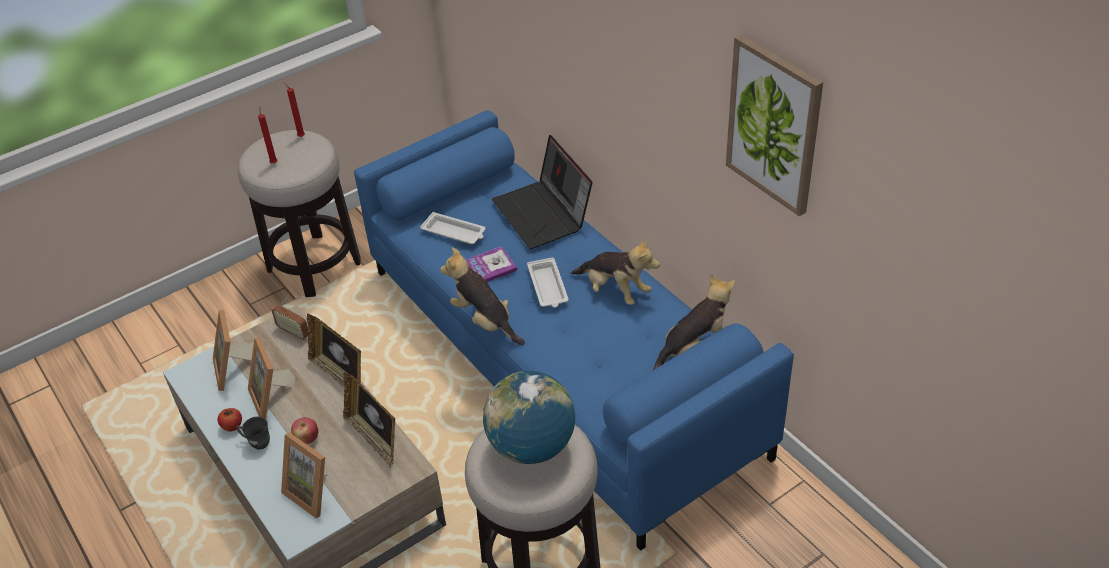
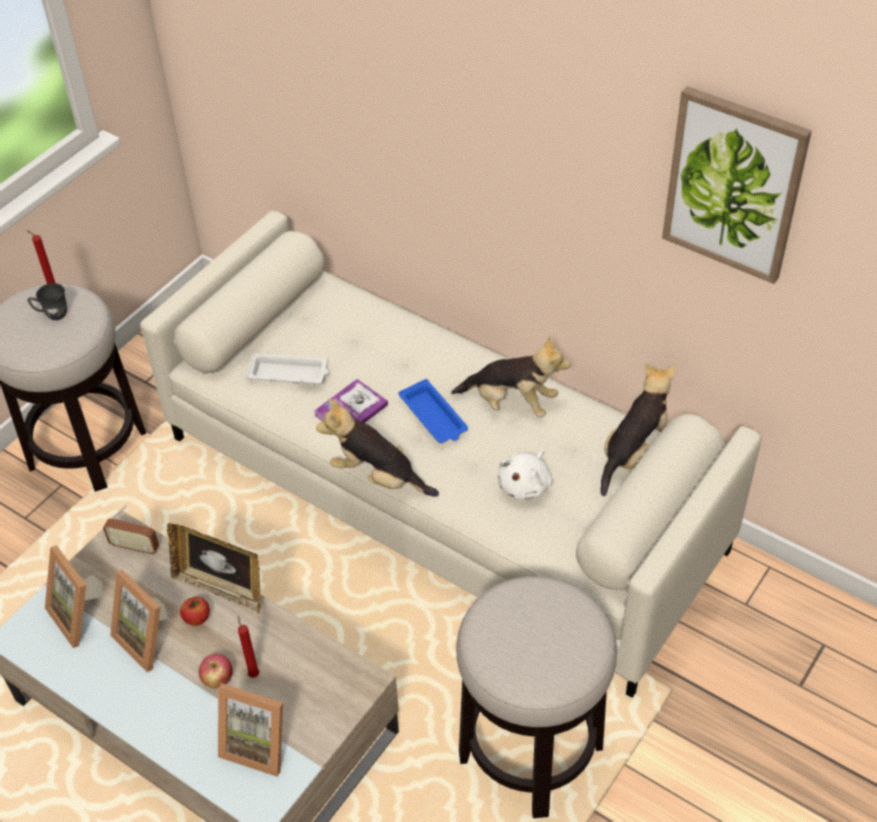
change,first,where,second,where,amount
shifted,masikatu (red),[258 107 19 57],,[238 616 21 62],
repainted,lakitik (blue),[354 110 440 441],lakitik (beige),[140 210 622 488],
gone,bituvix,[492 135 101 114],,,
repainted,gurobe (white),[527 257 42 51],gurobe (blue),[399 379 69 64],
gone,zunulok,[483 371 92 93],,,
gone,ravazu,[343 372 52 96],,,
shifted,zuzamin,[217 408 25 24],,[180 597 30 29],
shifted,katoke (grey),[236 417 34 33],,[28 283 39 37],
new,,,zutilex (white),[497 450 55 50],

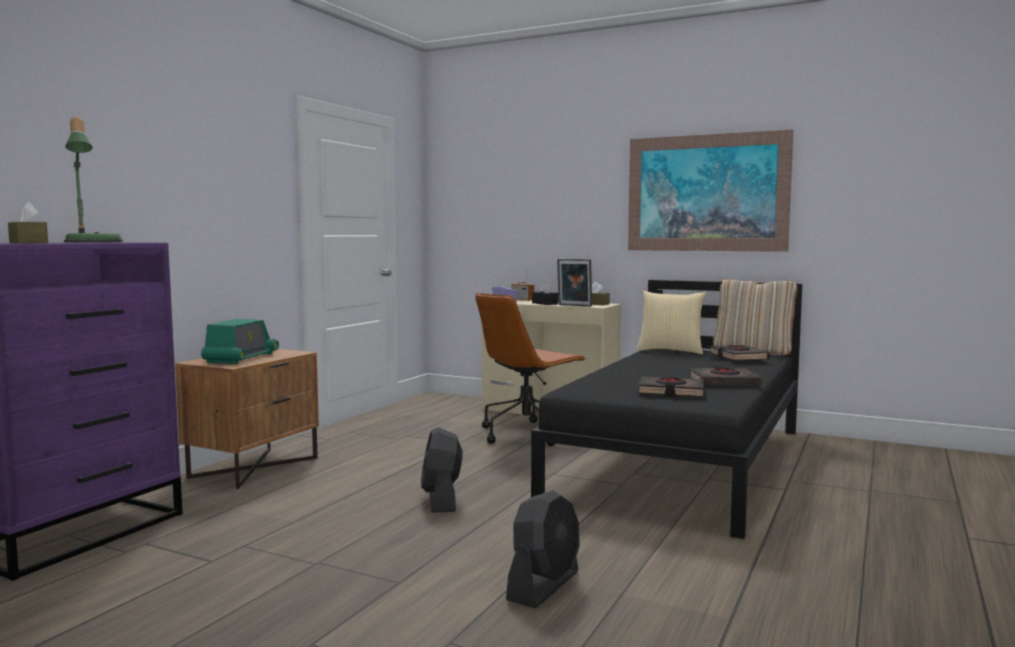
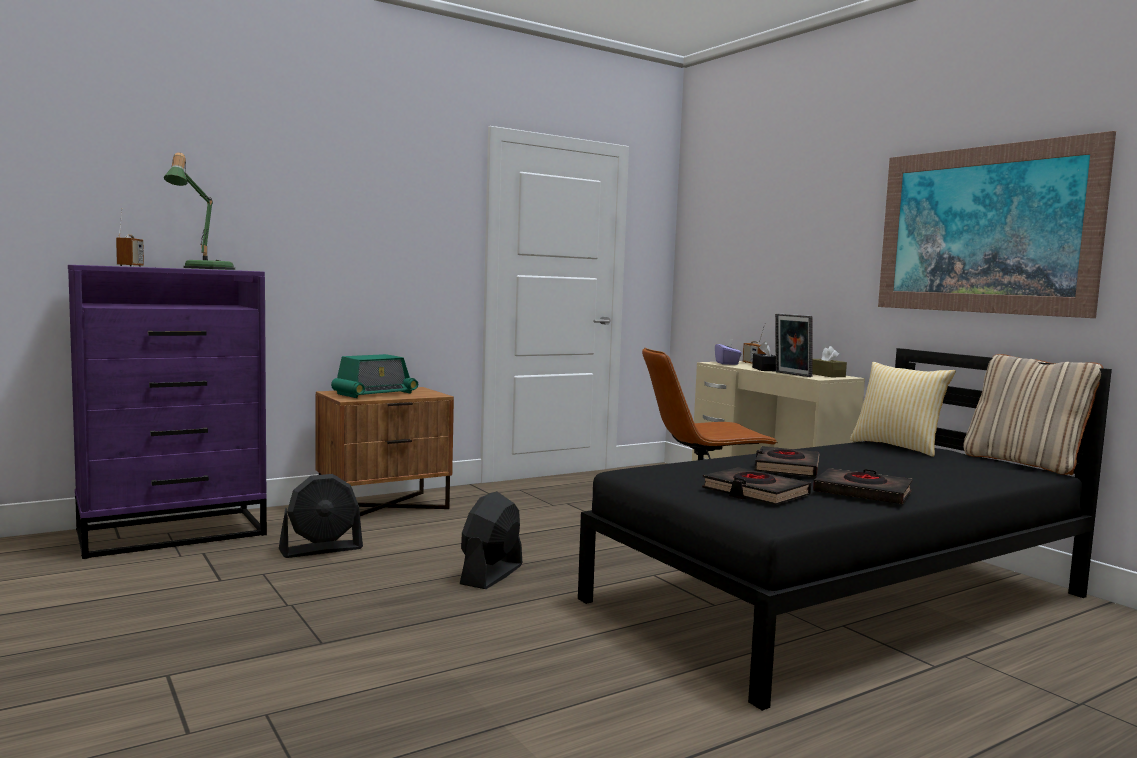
change,first,where,second,where,amount
swapped,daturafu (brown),[8 202 40 41],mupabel,[116 208 28 59],
shifted,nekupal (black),[709 345 61 15],,[754 446 65 31],
shifted,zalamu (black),[506 490 74 118],,[279 474 84 84],

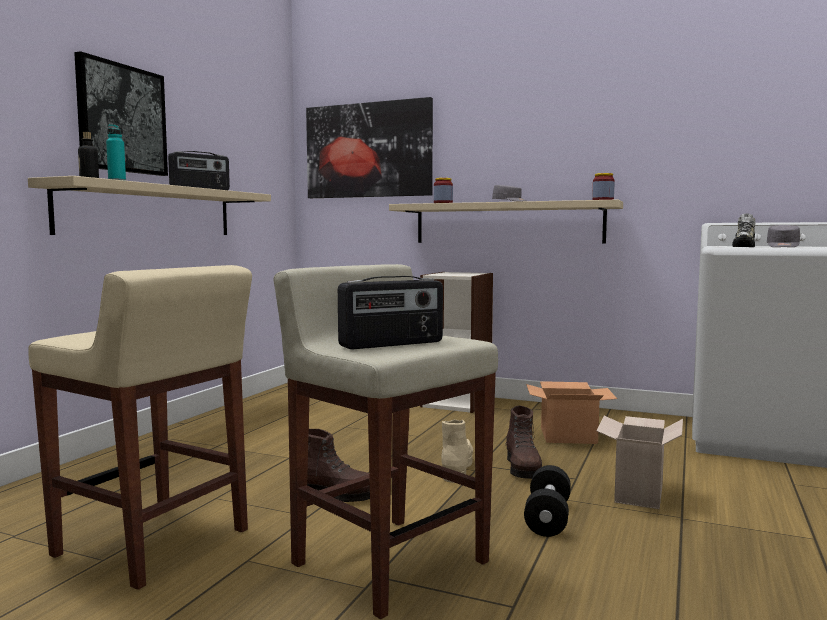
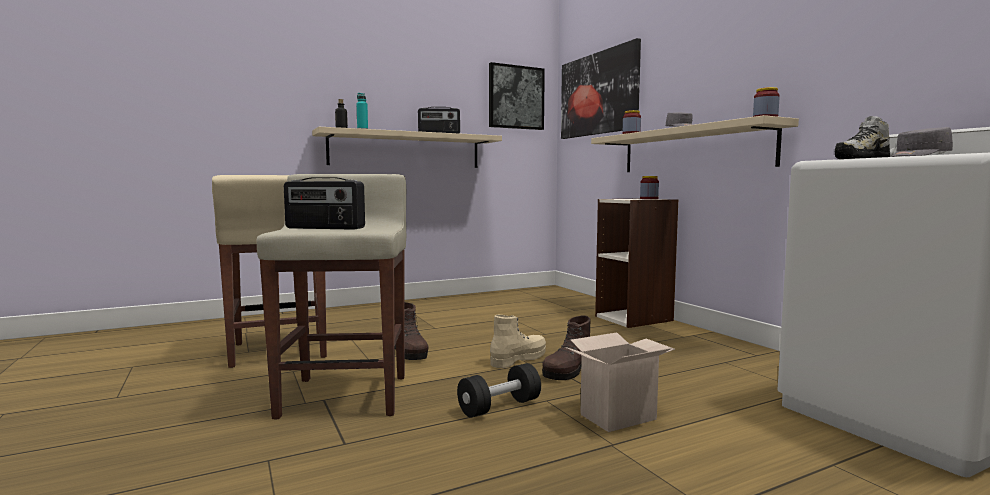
change,first,where,second,where,amount
shifted,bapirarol,[74 51 94 125],,[489 62 56 68],
gone,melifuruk,[526 381 91 63],,,
new,,,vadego,[640 176 19 23],

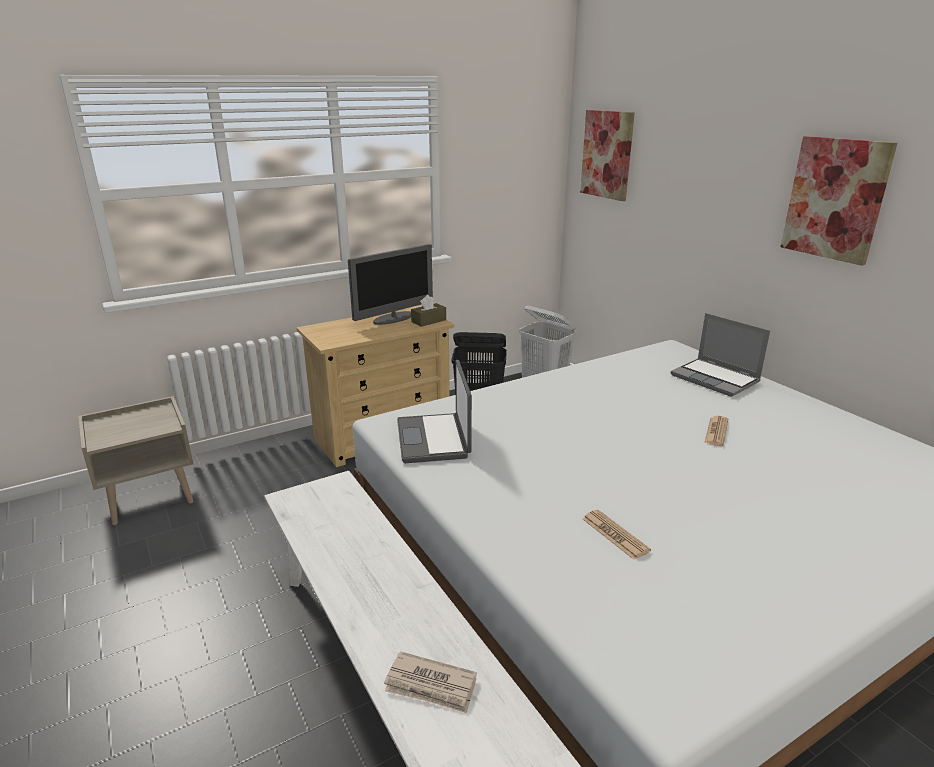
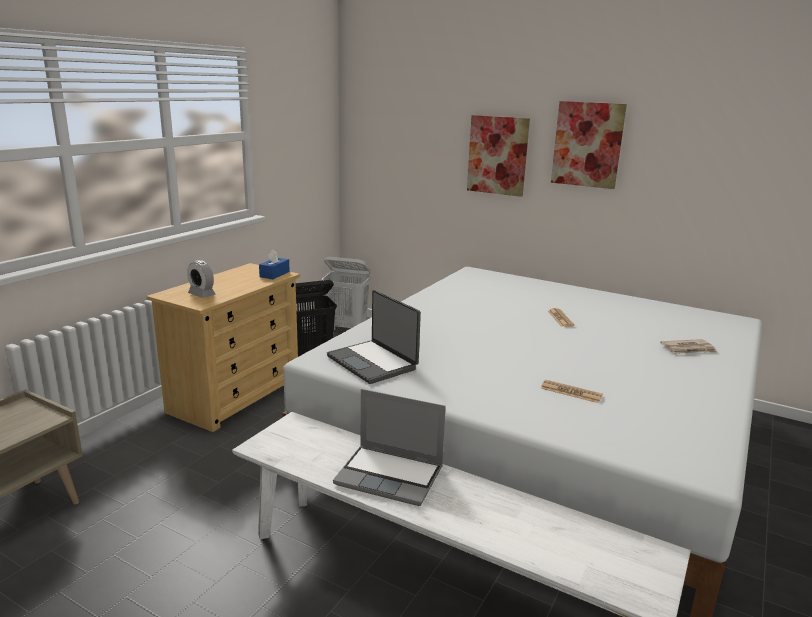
change,first,where,second,where,amount
shifted,bapirarol,[580 110 55 91],,[467 115 63 82],
gone,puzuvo,[348 244 85 81],,,
repainted,daturafu (brown),[411 295 35 32],daturafu (blue),[259 249 31 30],
shifted,bituvix,[671 313 99 84],,[333 389 113 117],
shifted,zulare,[384 651 93 62],,[660 339 57 15],
new,,,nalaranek,[187 260 29 38],

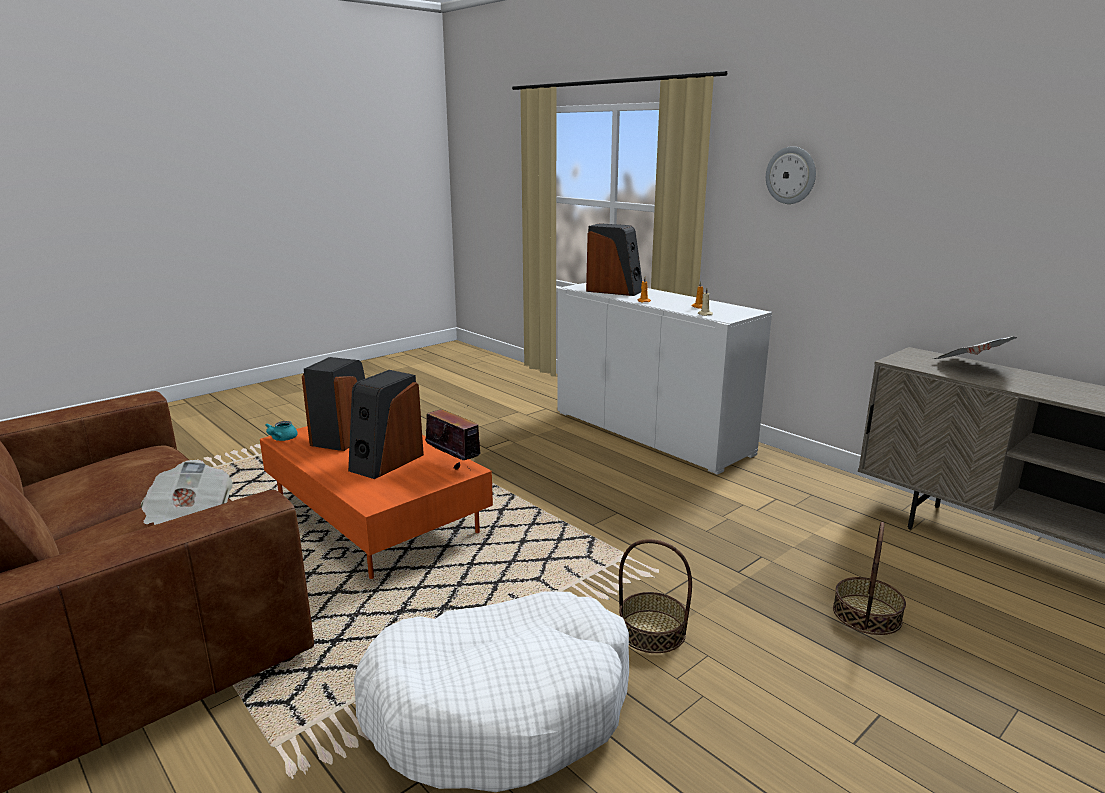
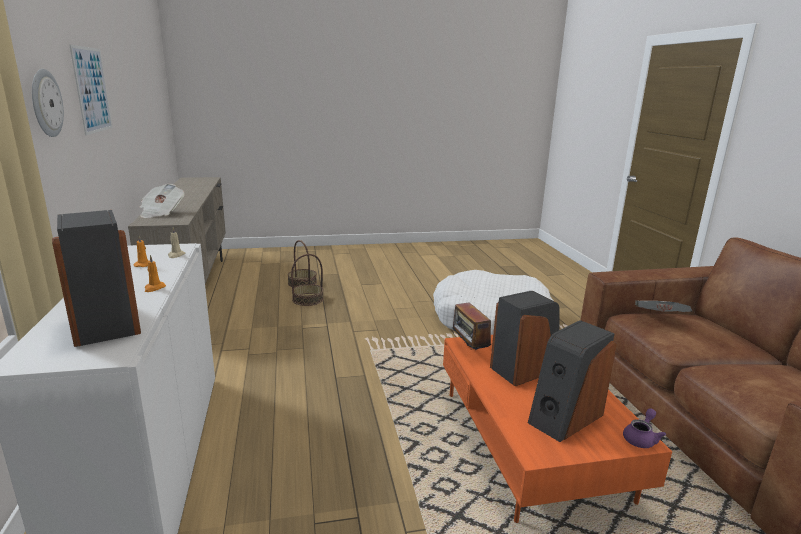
change,first,where,second,where,amount
repainted,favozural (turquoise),[265 421 33 20],favozural (purple),[623 408 43 40],
shifted,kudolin,[619 539 73 114],,[288 240 29 47],
new,,,bapirarol,[69 44 44 91],

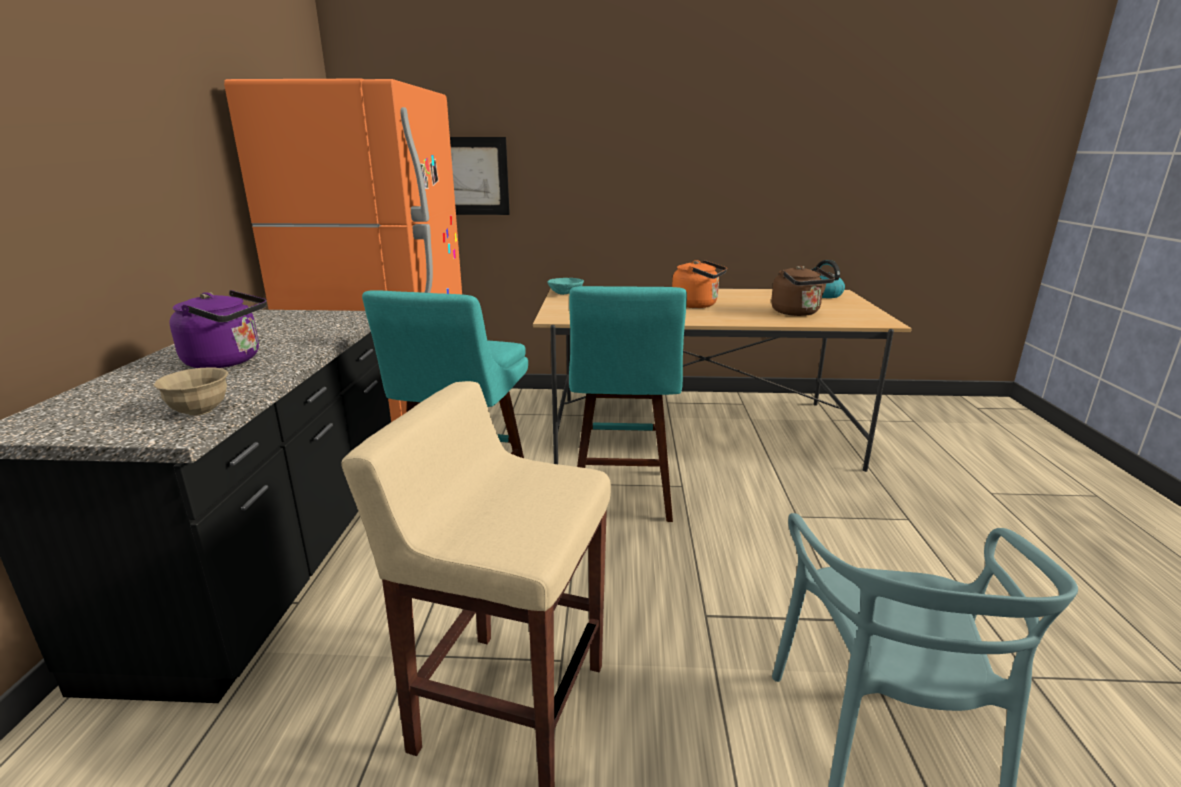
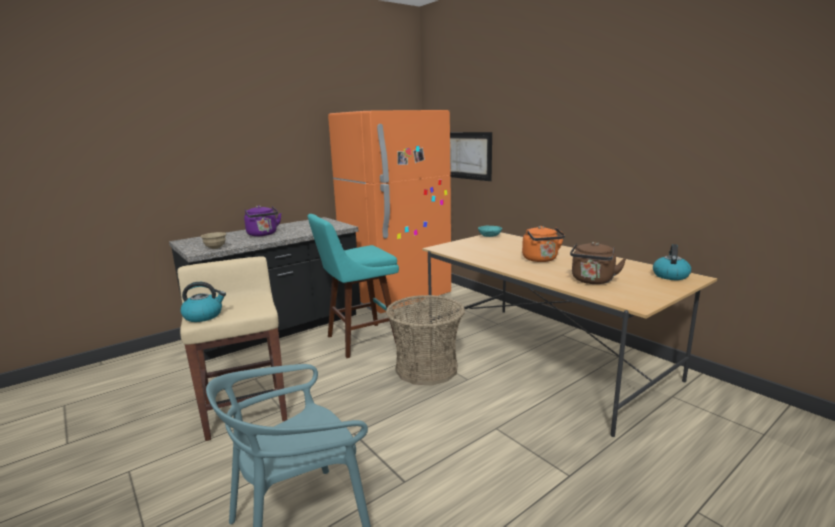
change,first,where,second,where,amount
swapped,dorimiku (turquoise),[569 286 118 236],kudolin,[386 295 79 90],
new,,,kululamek,[180 282 46 40],

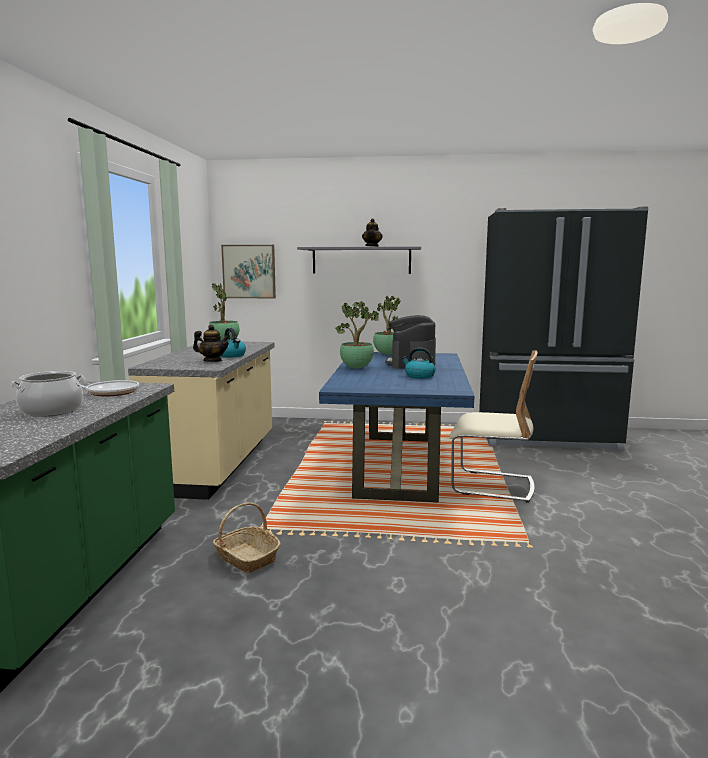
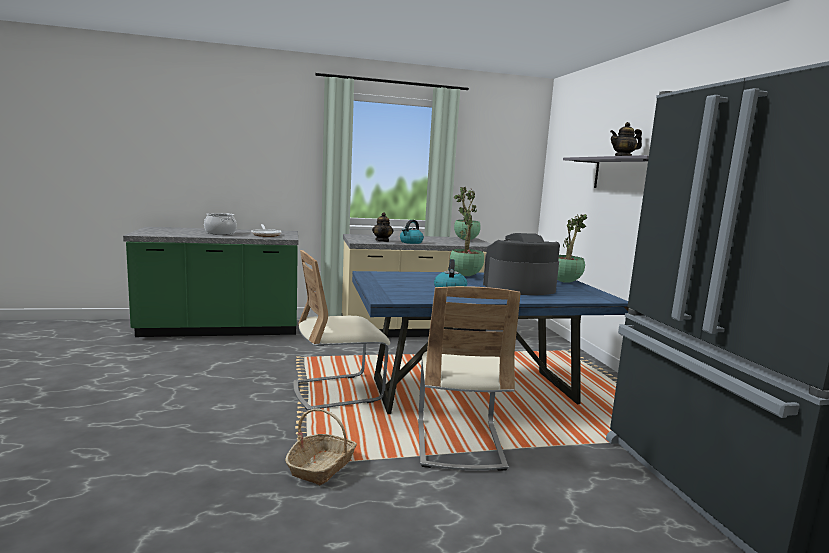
change,first,where,second,where,amount
gone,bapirarol,[221 245 55 53],,,
shifted,kudolin,[213 502 68 71],,[285 408 72 77],
new,,,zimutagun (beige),[293 250 97 160],

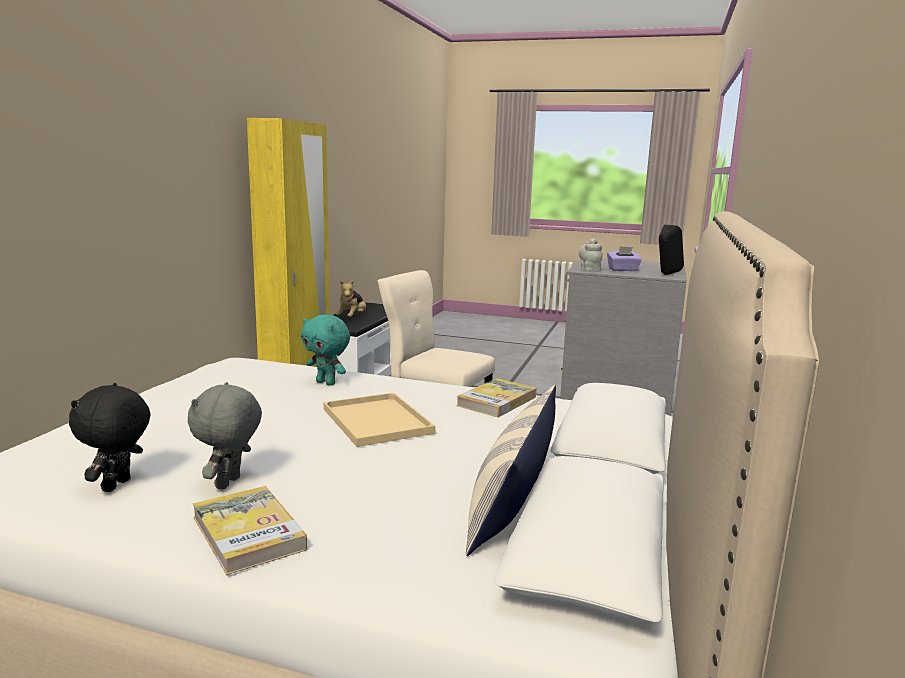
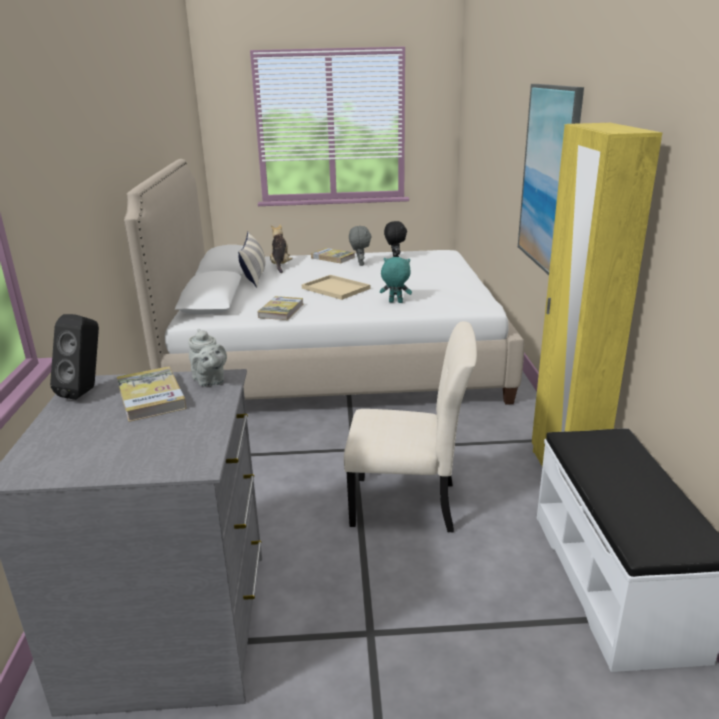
change,first,where,second,where,amount
swapped,daturafu (purple),[607 246 35 25],nekupal,[117 366 70 56],
shifted,zutilex,[336 279 30 38],,[270 225 23 48],
new,,,bapirarol,[518 84 66 191],

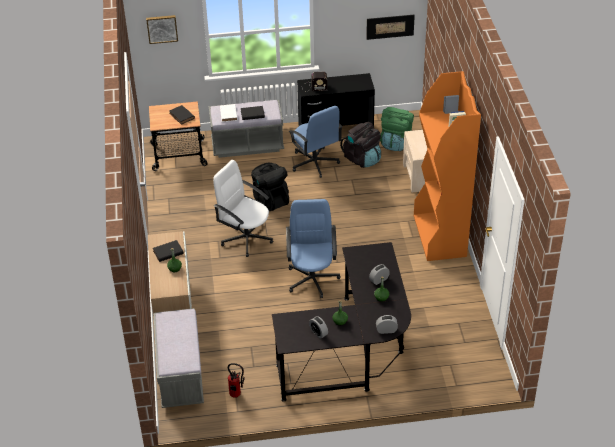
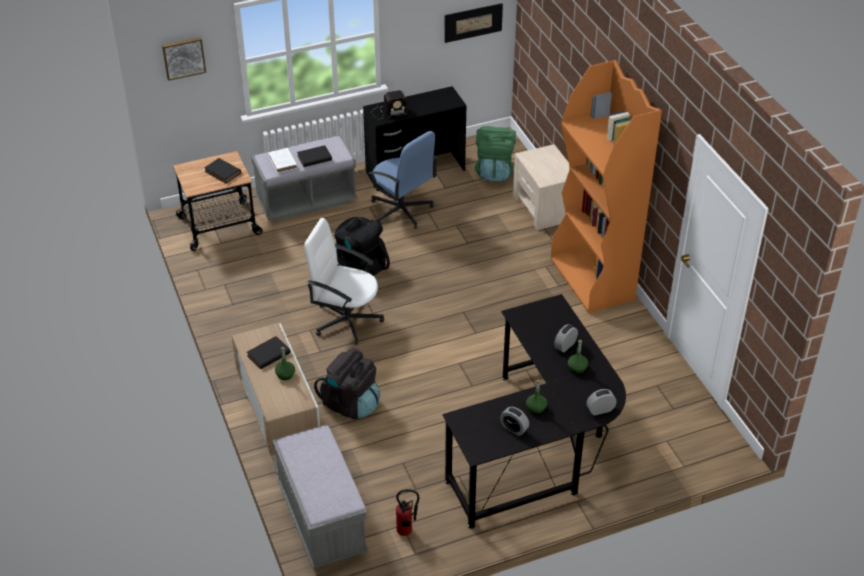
change,first,where,second,where,amount
shifted,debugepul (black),[340 122 41 46],,[314 348 66 71],
gone,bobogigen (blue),[286 199 55 99],,,

